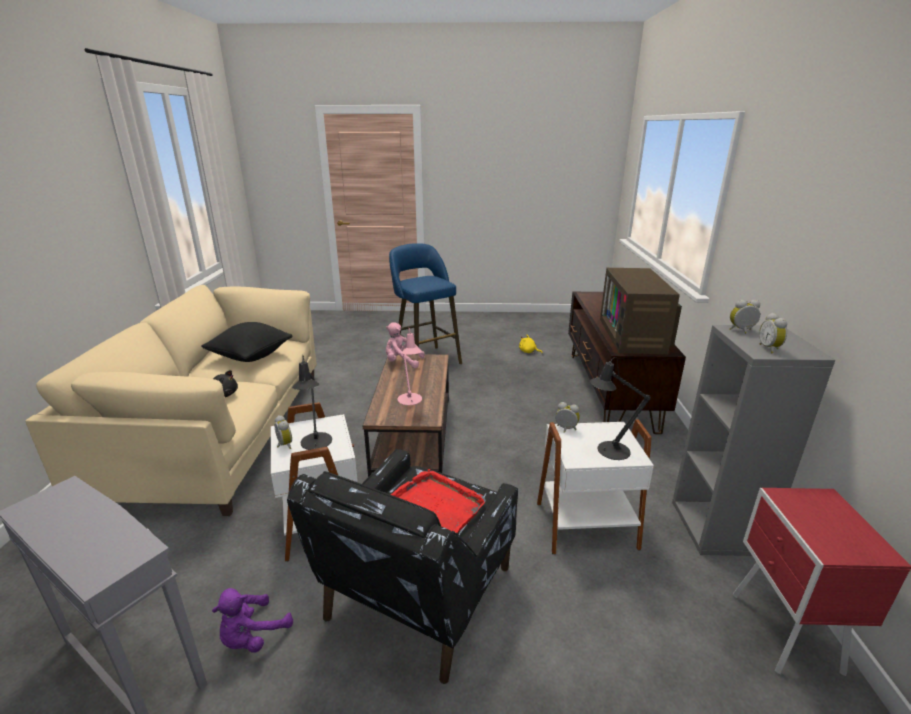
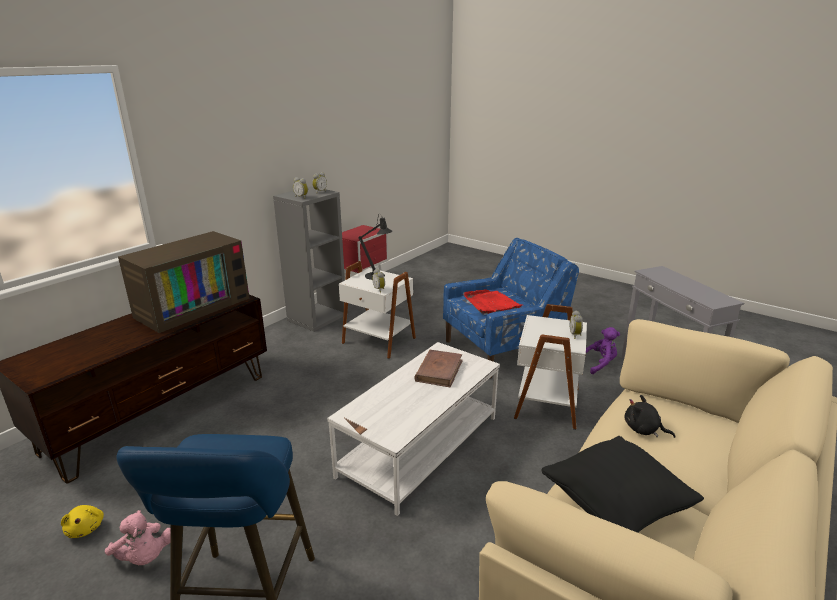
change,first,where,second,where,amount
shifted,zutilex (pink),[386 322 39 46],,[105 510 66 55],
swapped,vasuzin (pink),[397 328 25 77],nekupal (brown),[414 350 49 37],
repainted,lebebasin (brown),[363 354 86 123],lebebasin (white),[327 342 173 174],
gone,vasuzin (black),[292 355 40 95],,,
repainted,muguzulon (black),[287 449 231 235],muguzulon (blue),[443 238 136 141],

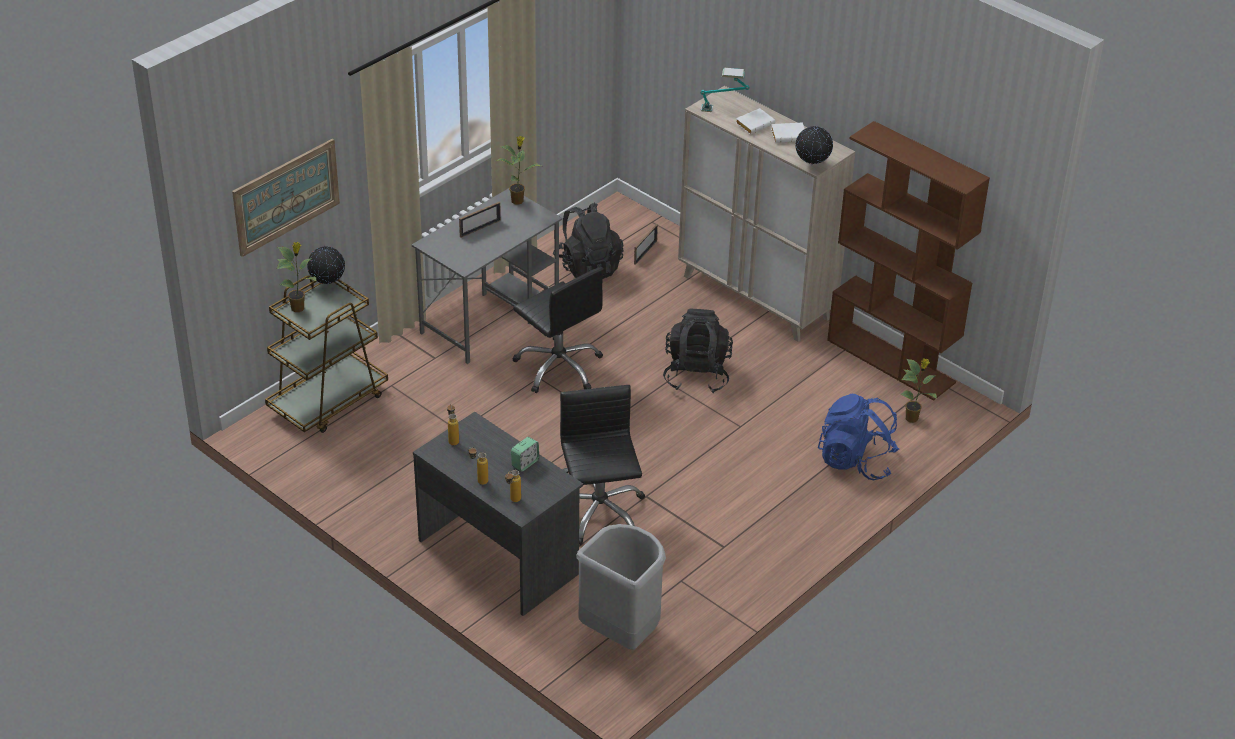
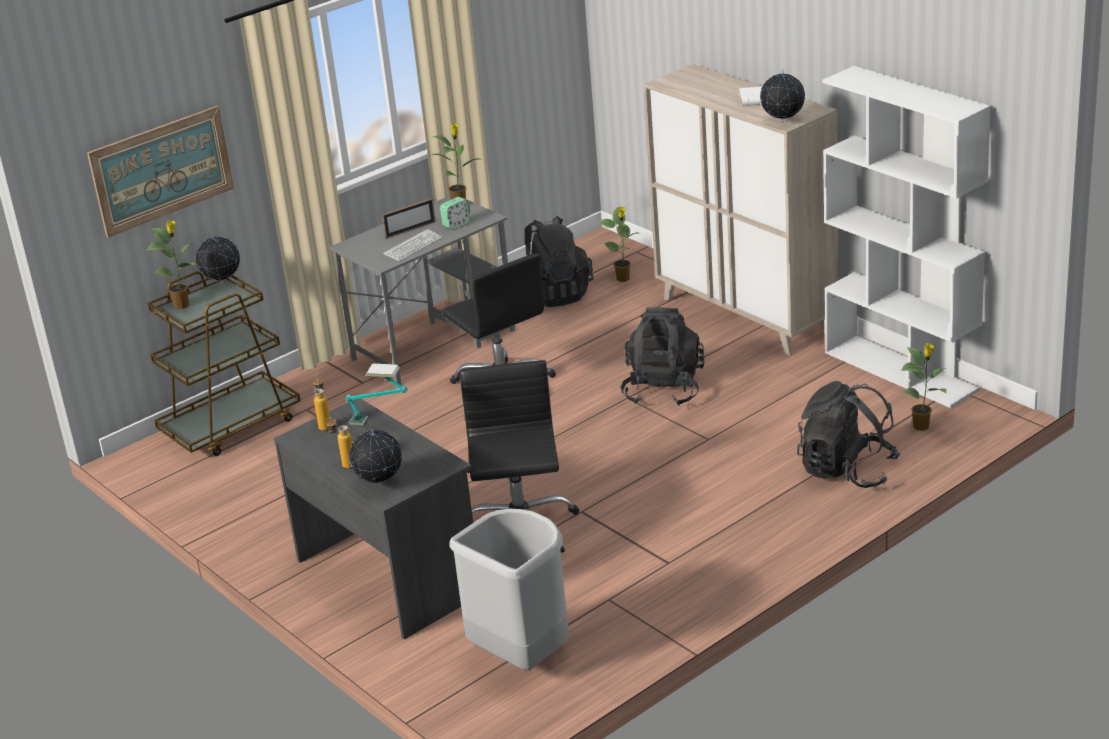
change,first,where,second,where,amount
shifted,vasuzin,[701 68 48 44],,[345 363 62 62],
gone,nekupal (white),[735 108 40 26],,,
repainted,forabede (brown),[827 121 163 280],forabede (white),[822 66 169 342],
swapped,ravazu,[634 224 24 41],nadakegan,[598 206 43 76],
repainted,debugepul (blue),[818 394 81 86],debugepul (black),[797 381 103 107],
shifted,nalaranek,[511 437 28 34],,[440 197 31 33],
swapped,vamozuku,[505 470 16 32],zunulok,[349 428 53 56],
new,,,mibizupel,[384 229 59 32],

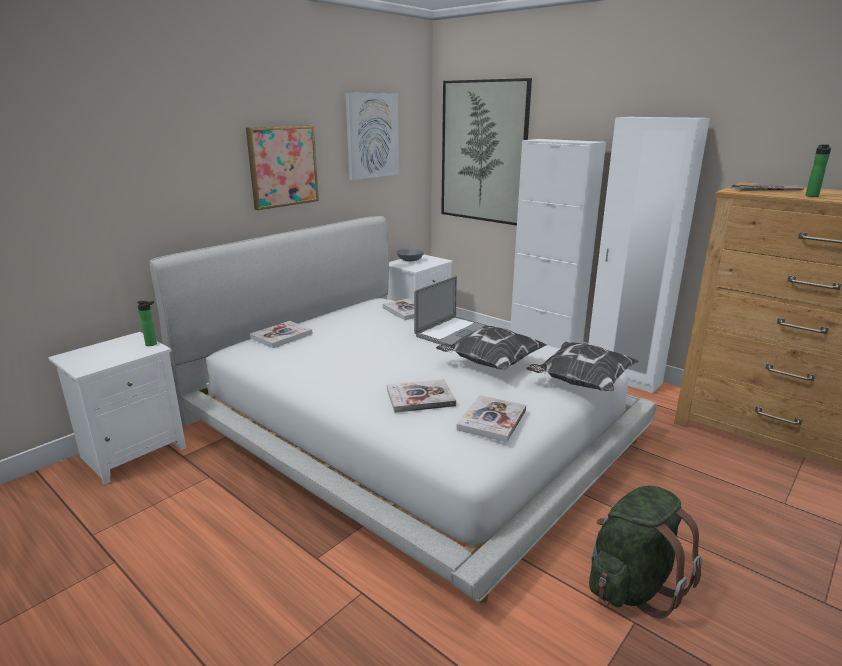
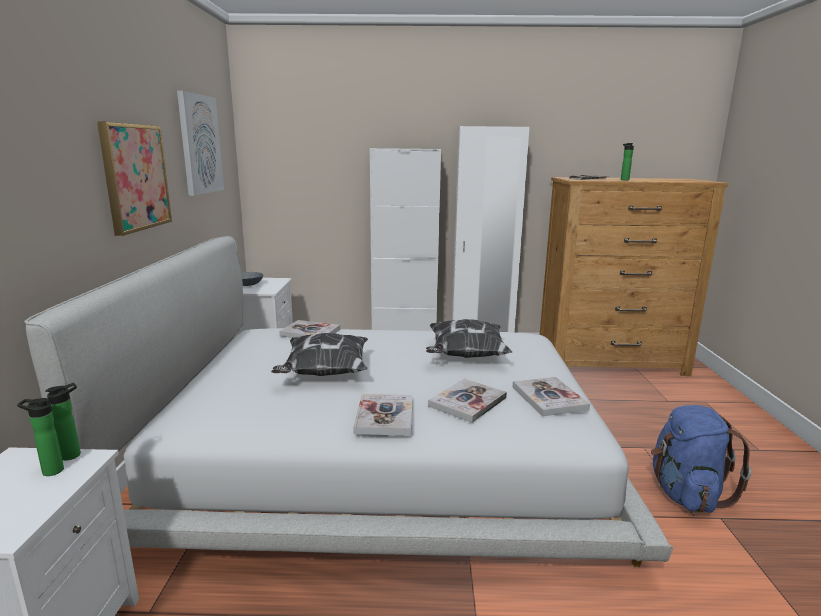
change,first,where,second,where,amount
gone,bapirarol,[441 78 91 147],,,
gone,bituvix,[414 276 74 71],,,
shifted,nekupal,[250 321 63 27],,[353 394 60 41],
shifted,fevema,[526 342 113 49],,[271 333 97 43],
repainted,debugepul (green),[589 485 113 134],debugepul (blue),[651 405 100 107],
new,,,vamozuku,[17 398 47 78],

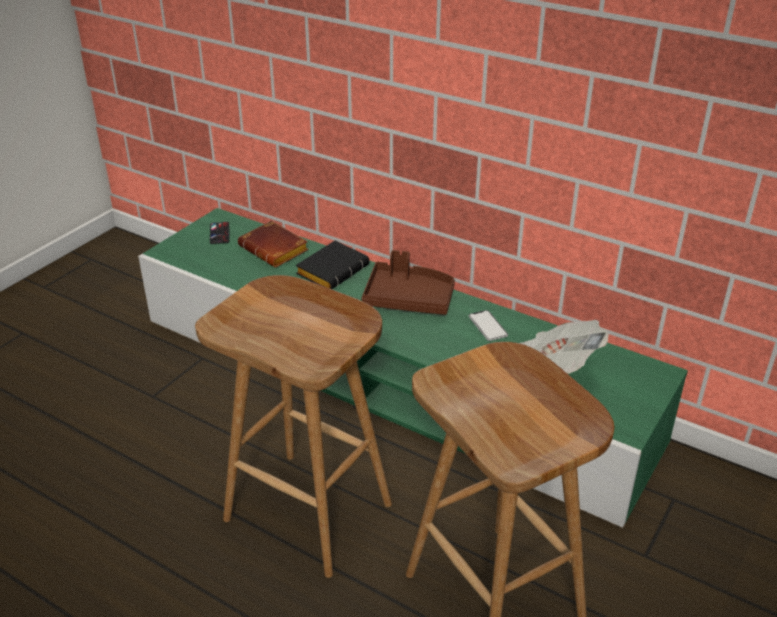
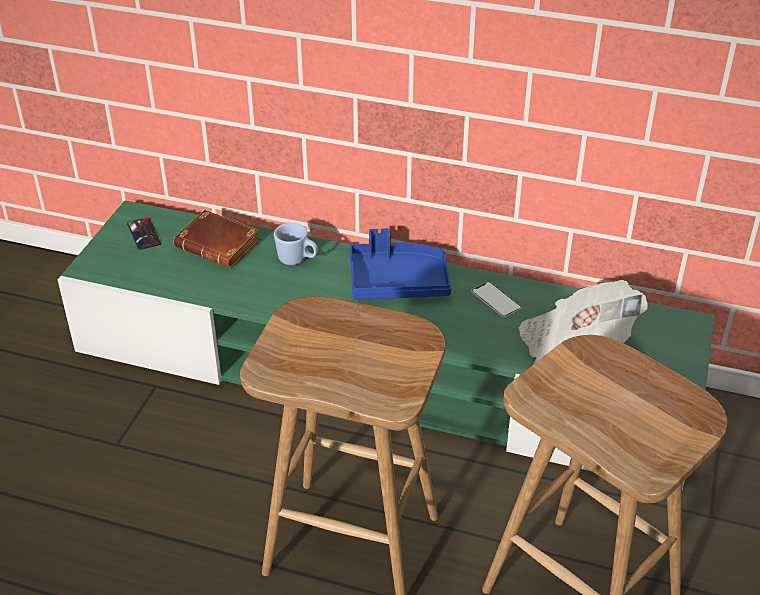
change,first,where,second,where,amount
swapped,nekupal (black),[296 241 73 48],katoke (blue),[274 223 44 42],
repainted,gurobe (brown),[361 250 94 65],gurobe (blue),[349 228 102 72],

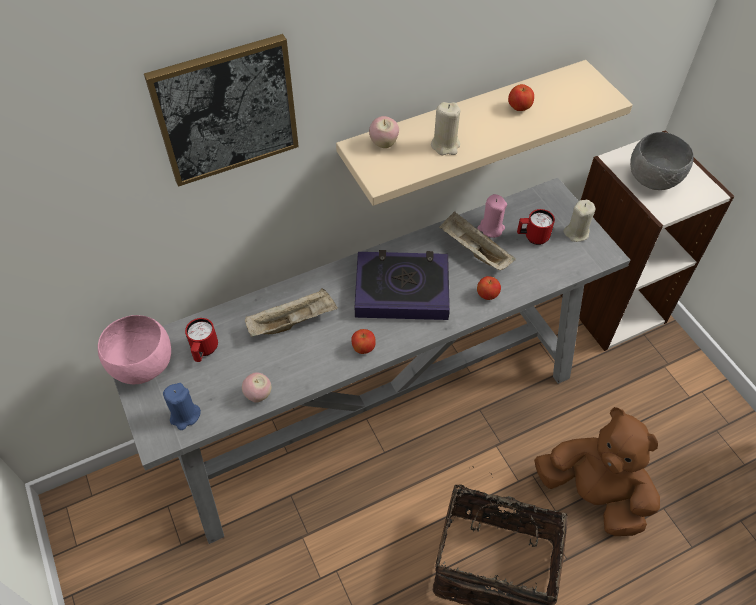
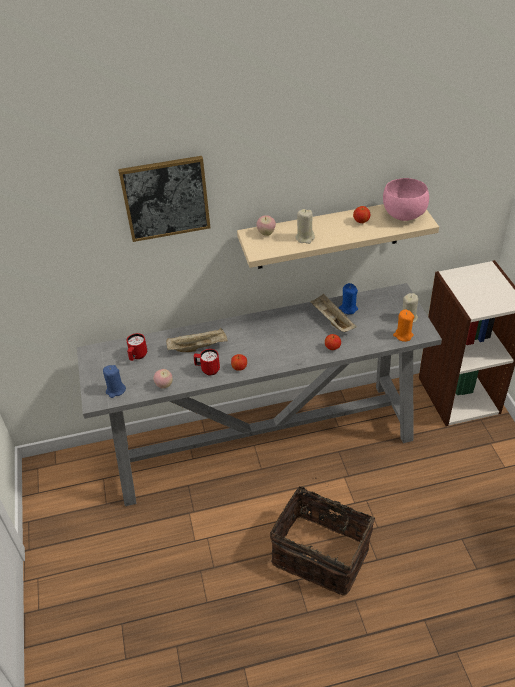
change,first,where,second,where,amount
gone,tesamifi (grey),[630 132 64 58],,,
repainted,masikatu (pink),[477 194 30 44],masikatu (blue),[339 283 19 31],
shifted,katoke (red),[517 209 38 36],,[193 349 27 26],
gone,nekupal,[354 250 96 70],,,
shifted,tesamifi (pink),[98 315 73 69],,[383 178 46 43],
gone,zutilex (brown),[534 407 126 129],,,
new,,,masikatu (orange),[393 309 21 33],

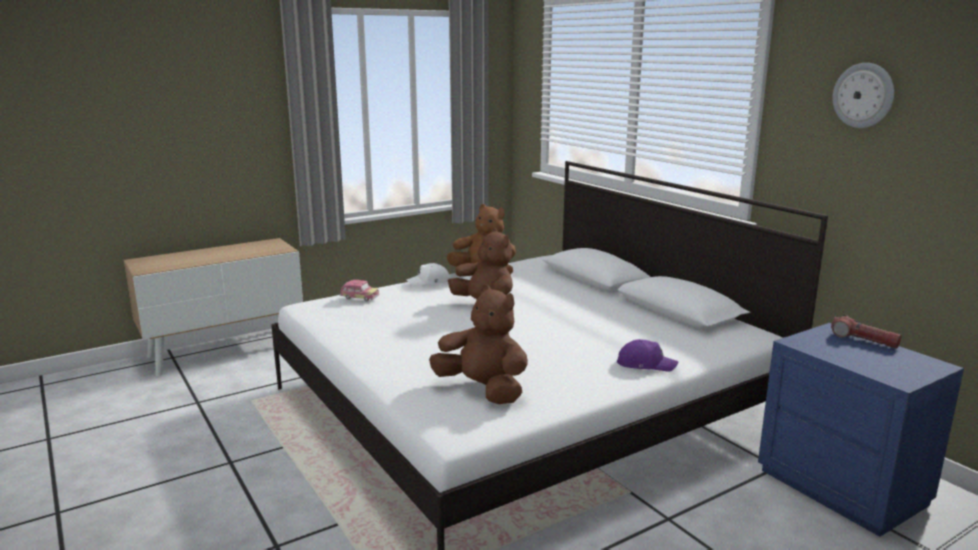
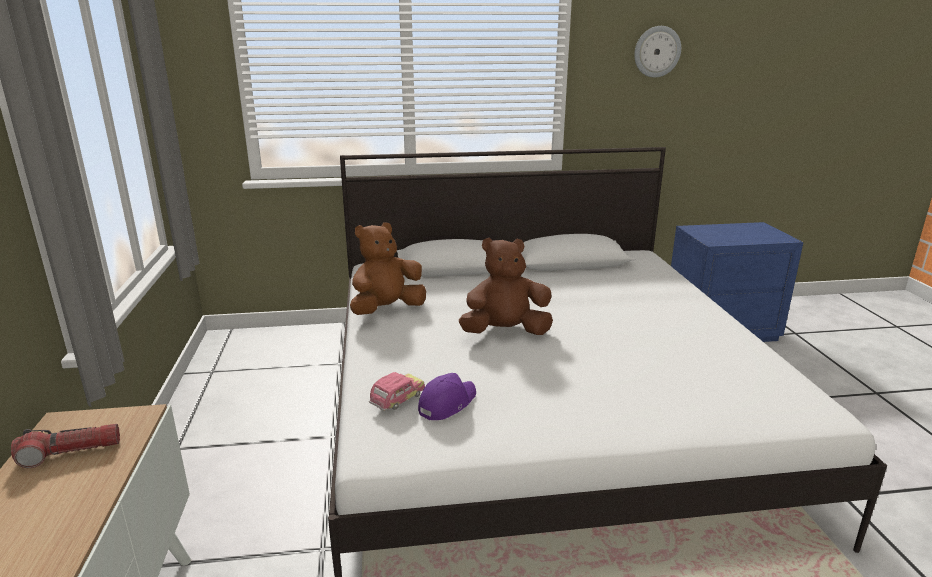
change,first,where,second,where,amount
gone,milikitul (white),[407 263 43 23],,,
gone,zutilex (brown),[429 285 99 119],,,
shifted,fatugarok,[831 315 71 34],,[11 424 109 44],
shifted,milikitul (purple),[617 339 61 33],,[418 373 58 47],

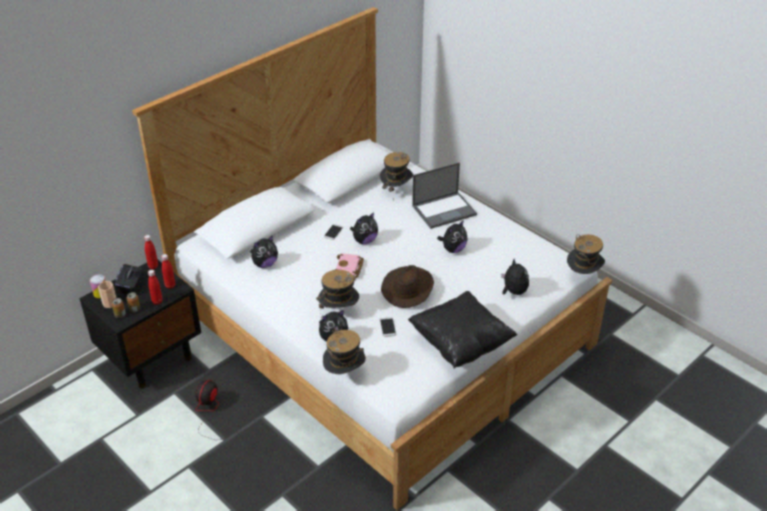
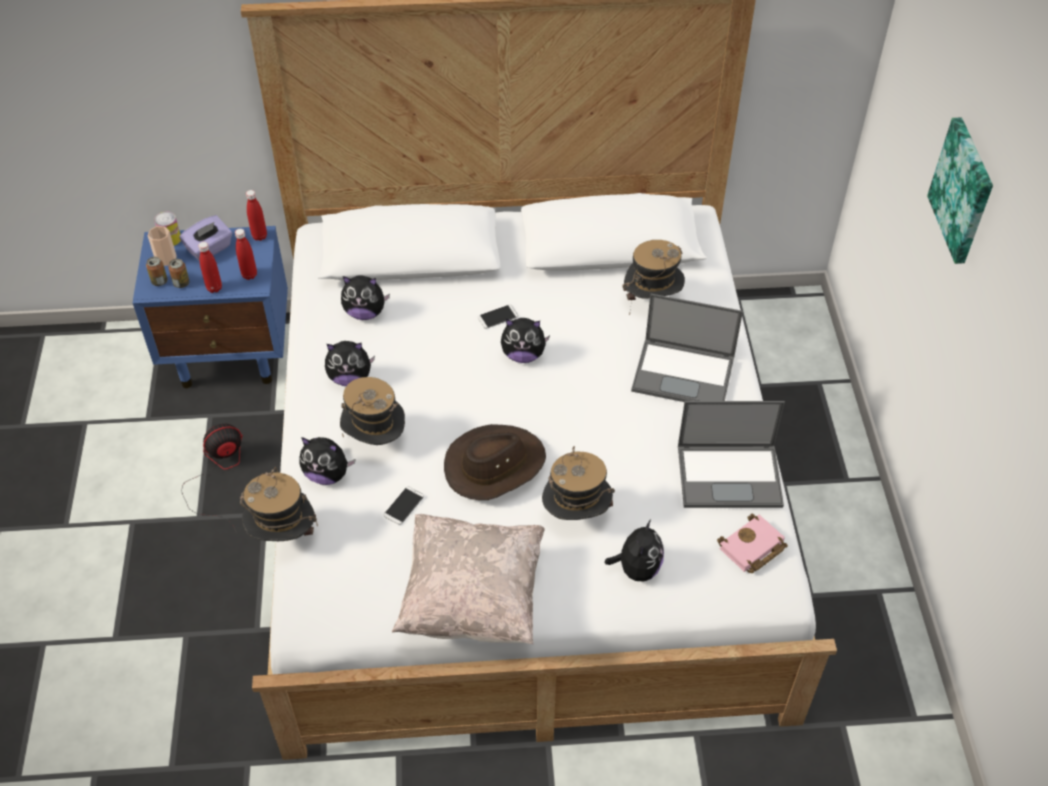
change,first,where,second,where,amount
shifted,zutilex,[437 220 31 33],,[325 341 50 45],
shifted,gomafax,[567 234 38 40],,[542 446 73 74],
shifted,nekupal (pink),[335 253 29 25],,[717 514 71 59],
repainted,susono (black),[79 259 122 130],susono (blue),[133 226 155 162],
repainted,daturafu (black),[115 264 27 30],daturafu (purple),[179 215 53 46],
repainted,fevema (black),[408 291 109 78],fevema (beige),[392 514 153 130],
new,,,bapirarol,[927 117 66 147],
new,,,bituvix,[678 401 107 107],

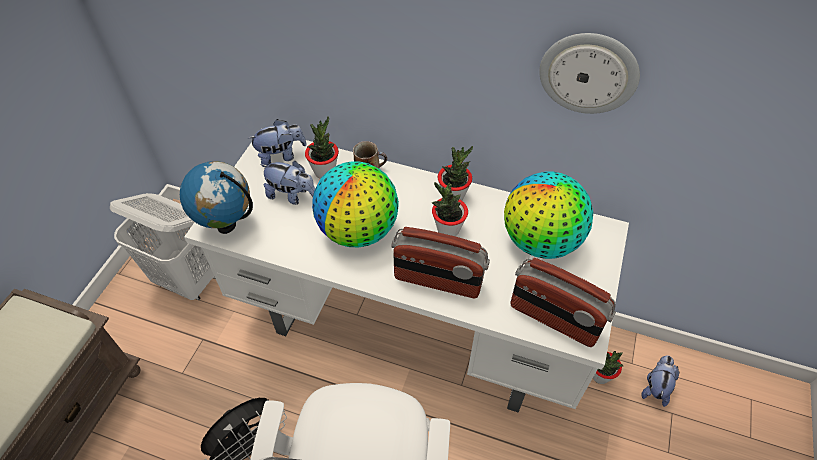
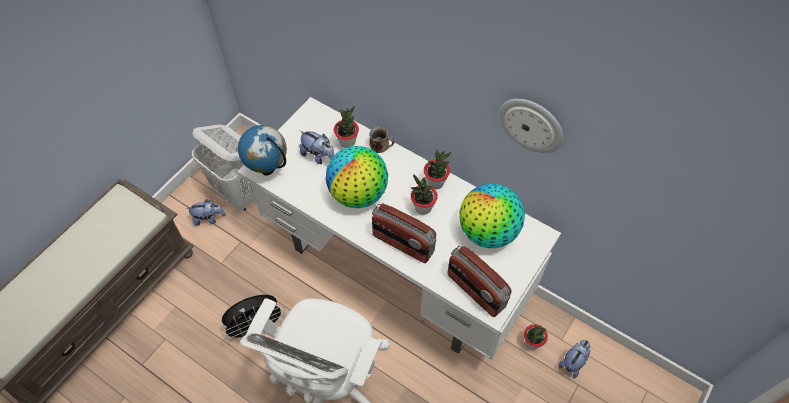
change,first,where,second,where,amount
shifted,zutilex,[247 119 60 48],,[186 199 40 27],

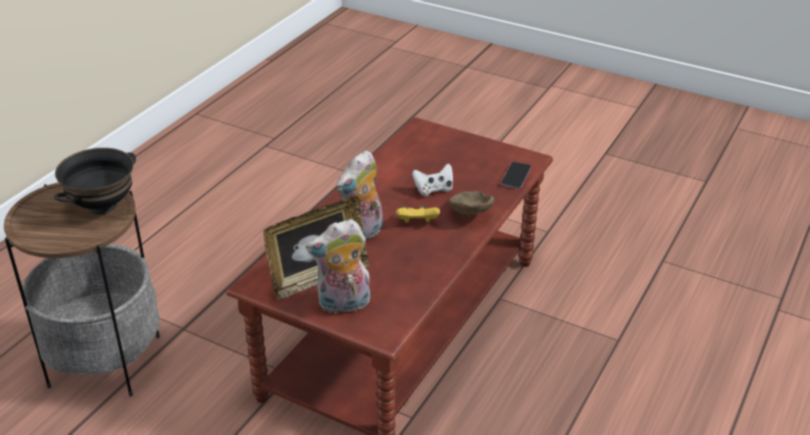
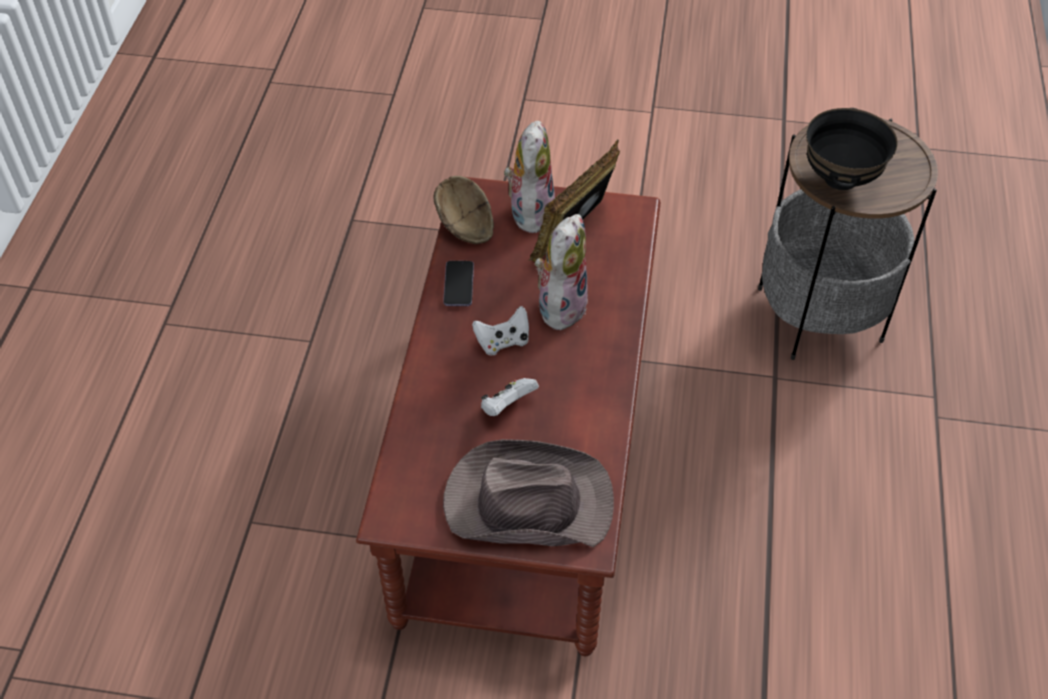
change,first,where,second,where,amount
shifted,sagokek,[501 162 30 27],,[443 261 31 45],
shifted,tesamifi (brown),[449 191 45 24],,[434 176 60 68],
repainted,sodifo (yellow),[396 206 44 17],sodifo (white),[472 306 57 49],
rotated,zutilex,[306 219 64 95],,[504 121 51 112],45 degrees counterclockwise
new,,,gomafax (brown),[443 439 171 108],

